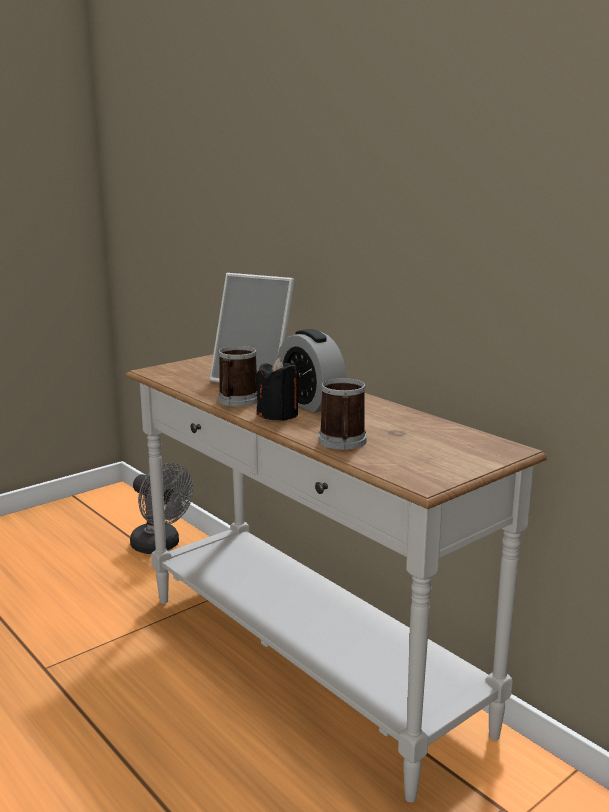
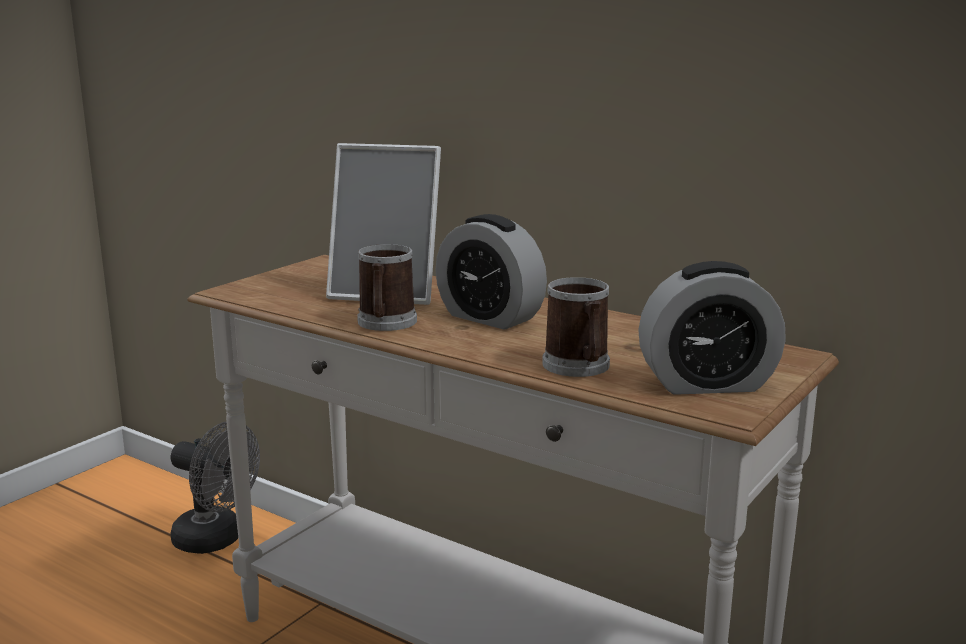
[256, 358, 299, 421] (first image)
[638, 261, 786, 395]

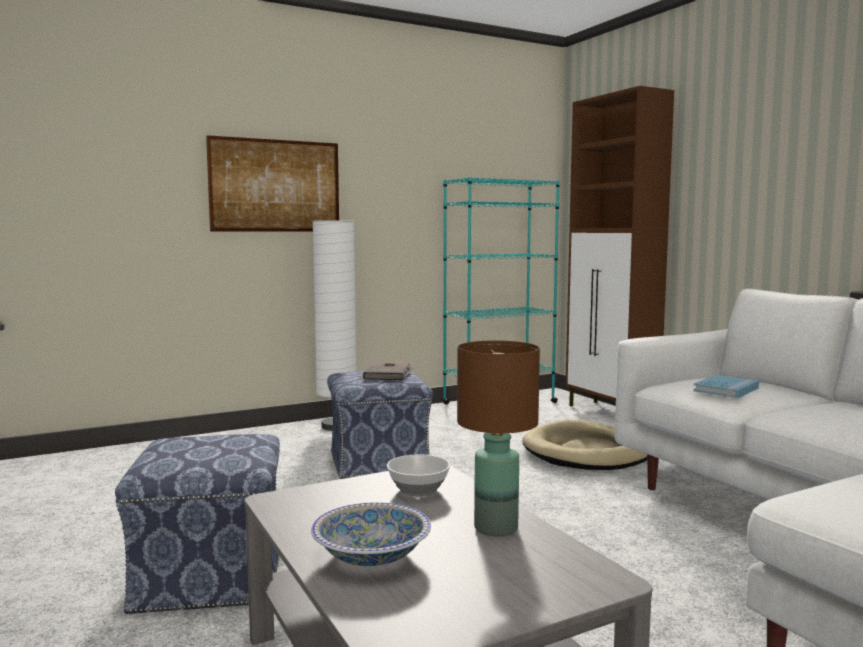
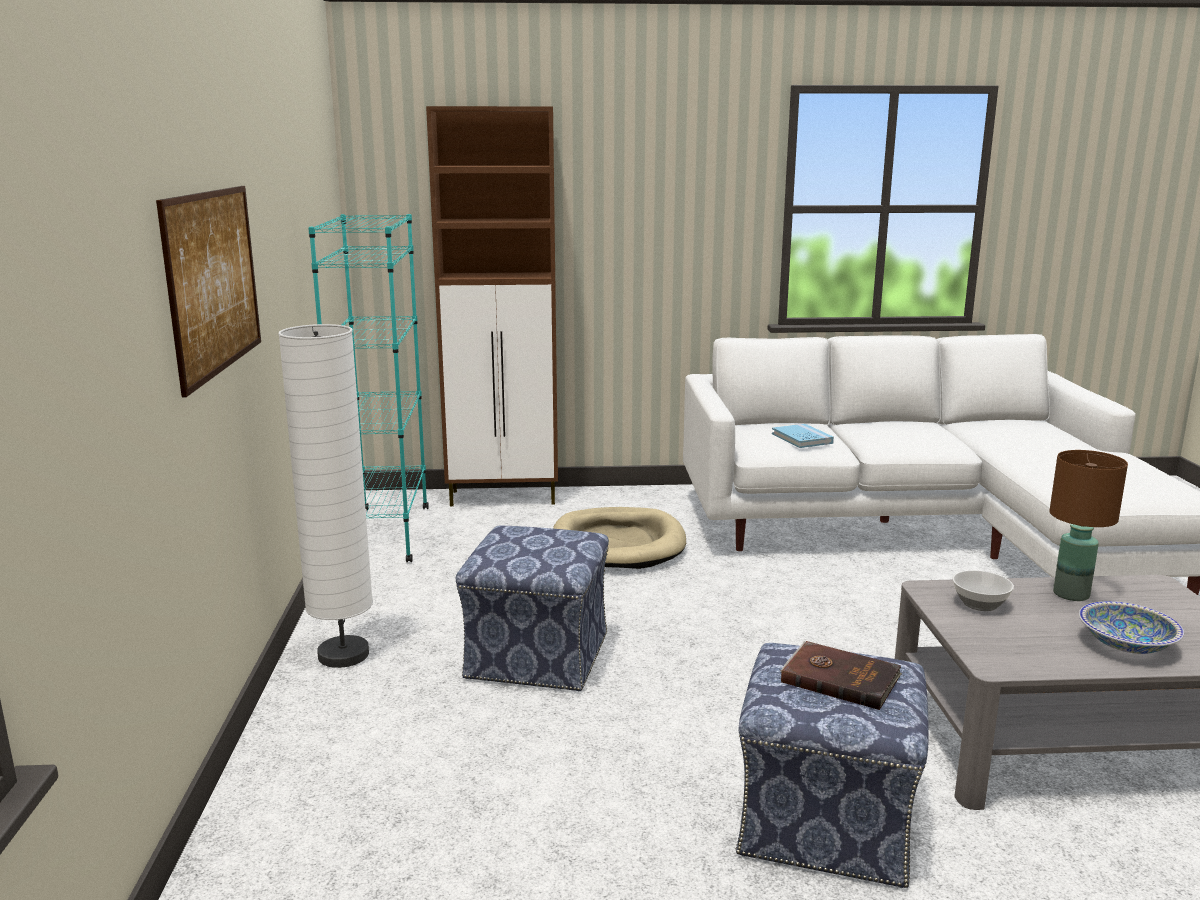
[781, 641, 902, 710]

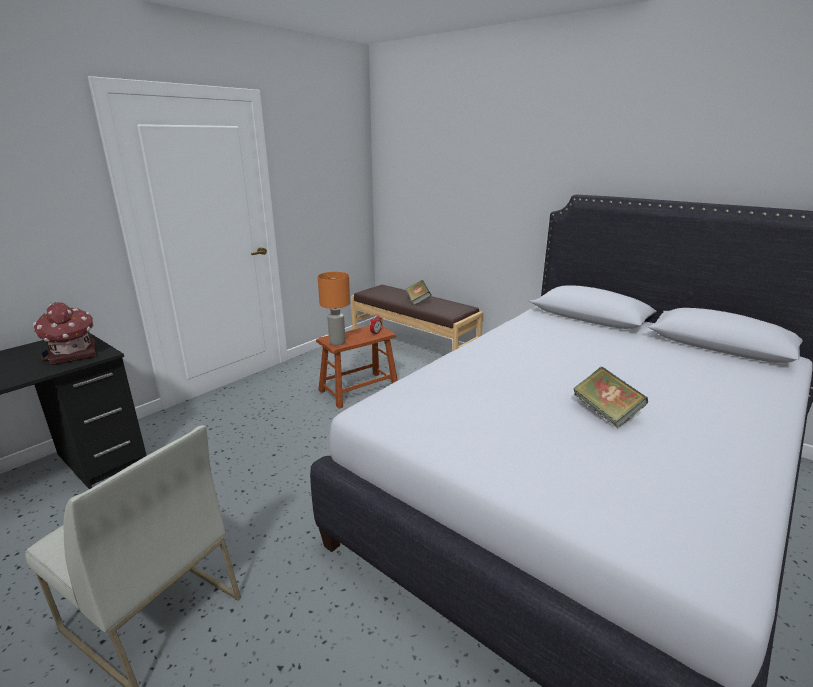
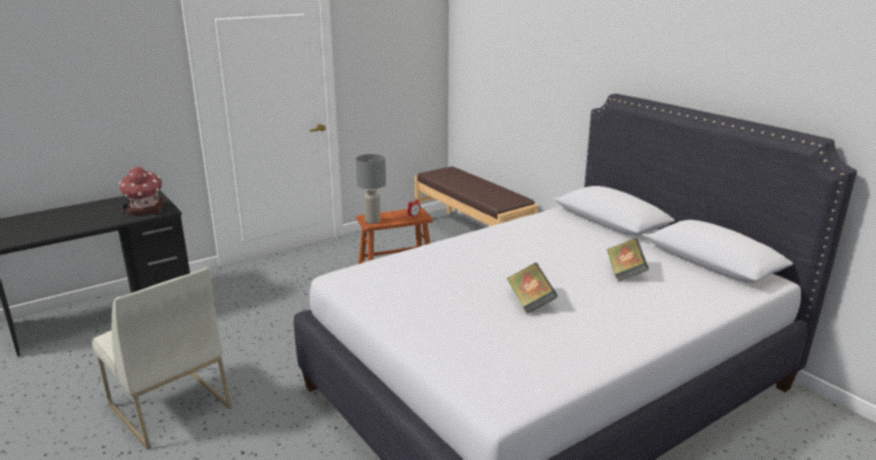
[356, 154, 386, 224]
[607, 238, 649, 282]

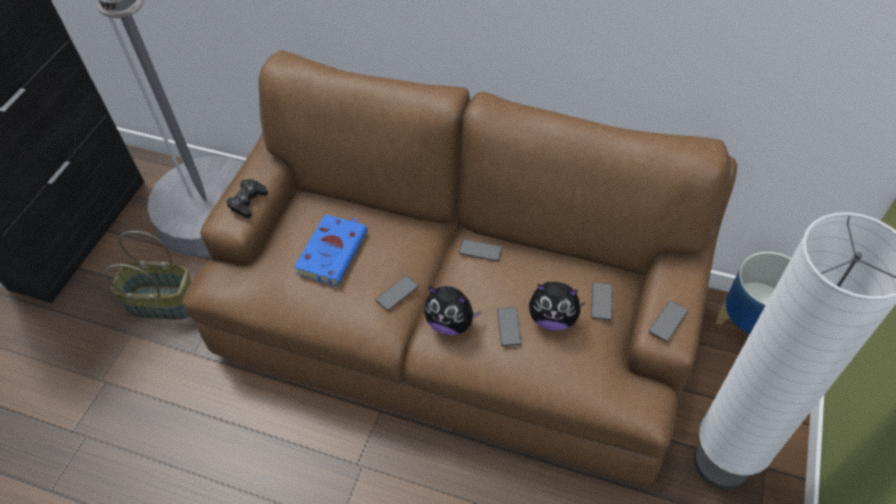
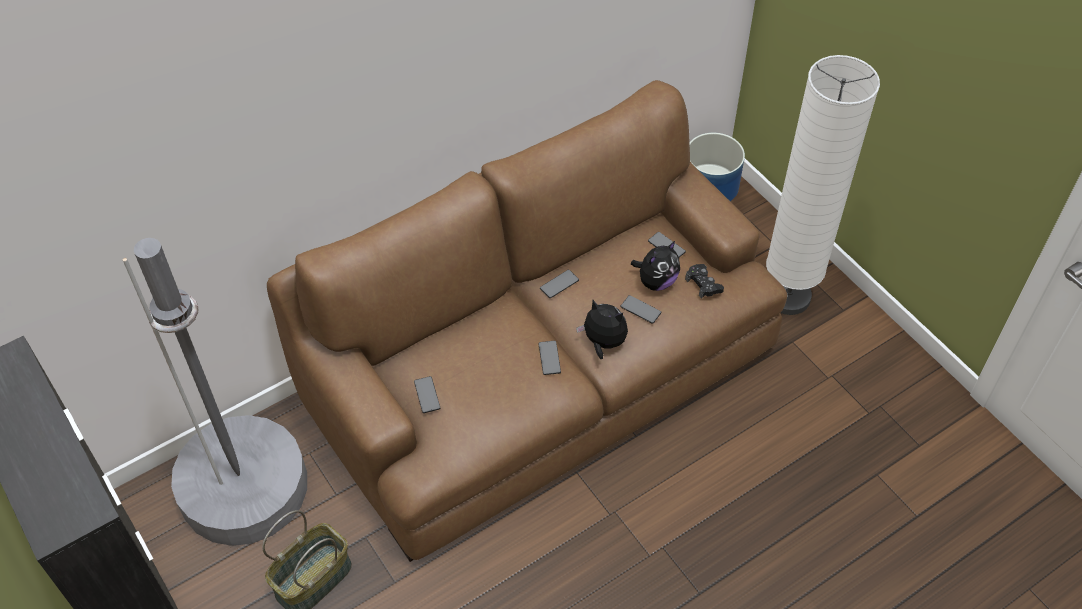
[685, 264, 724, 299]
[294, 214, 368, 286] (first image)
[576, 300, 628, 359]
[414, 376, 440, 413]

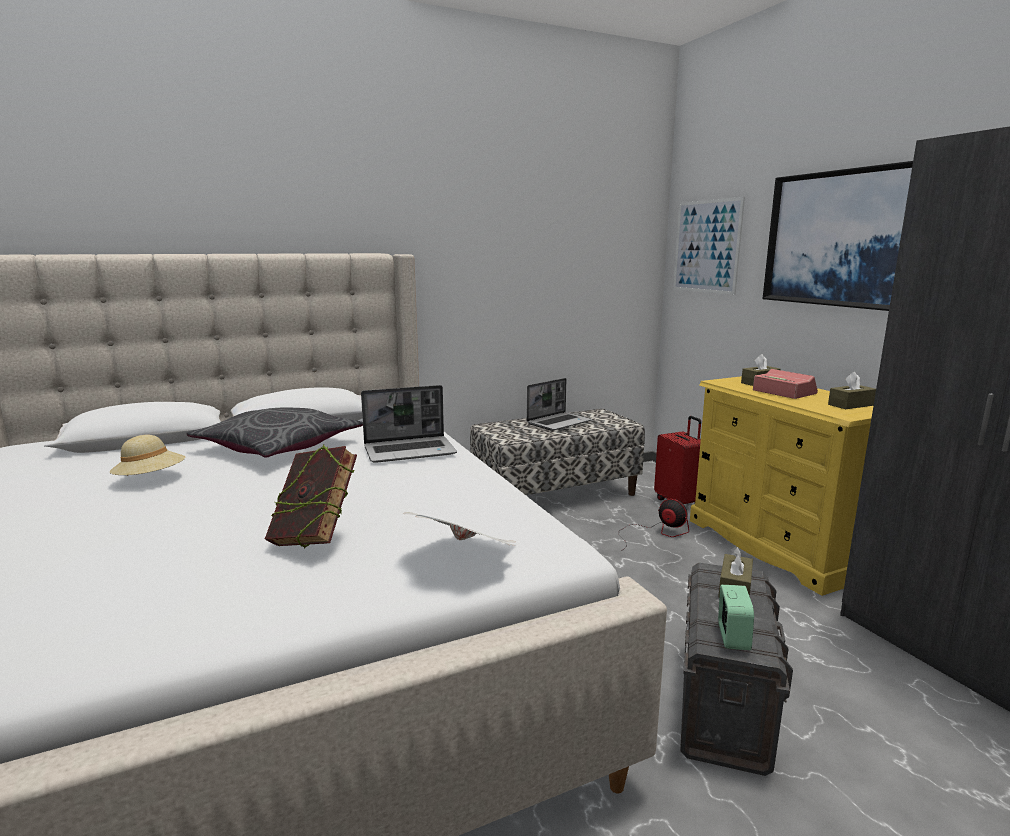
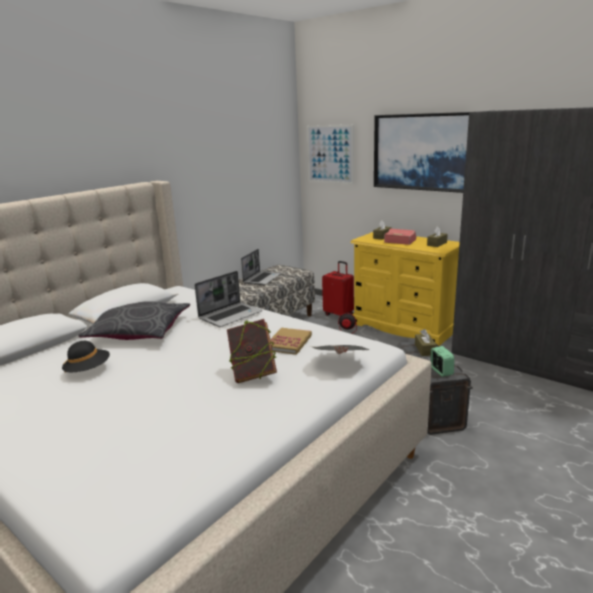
[62, 341, 110, 372]
[270, 328, 312, 355]

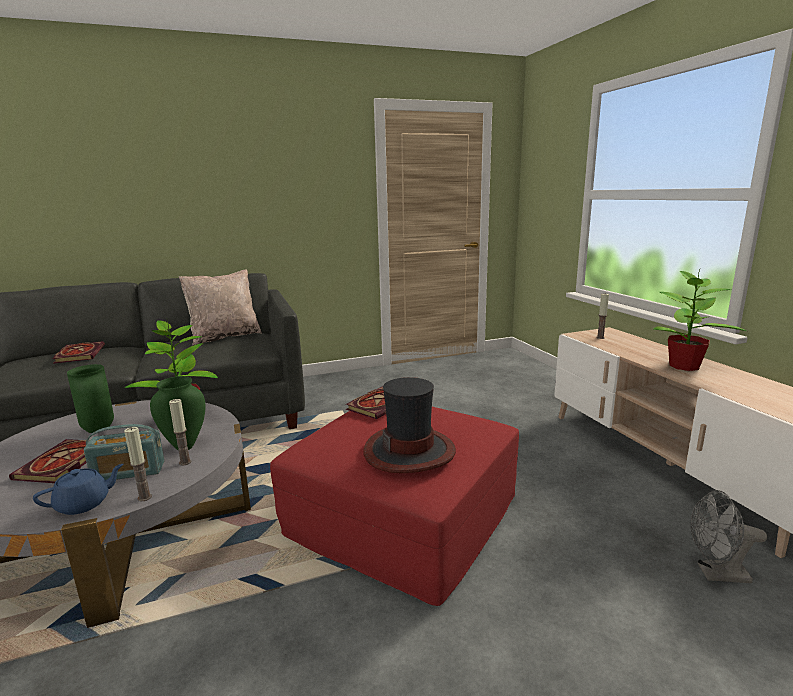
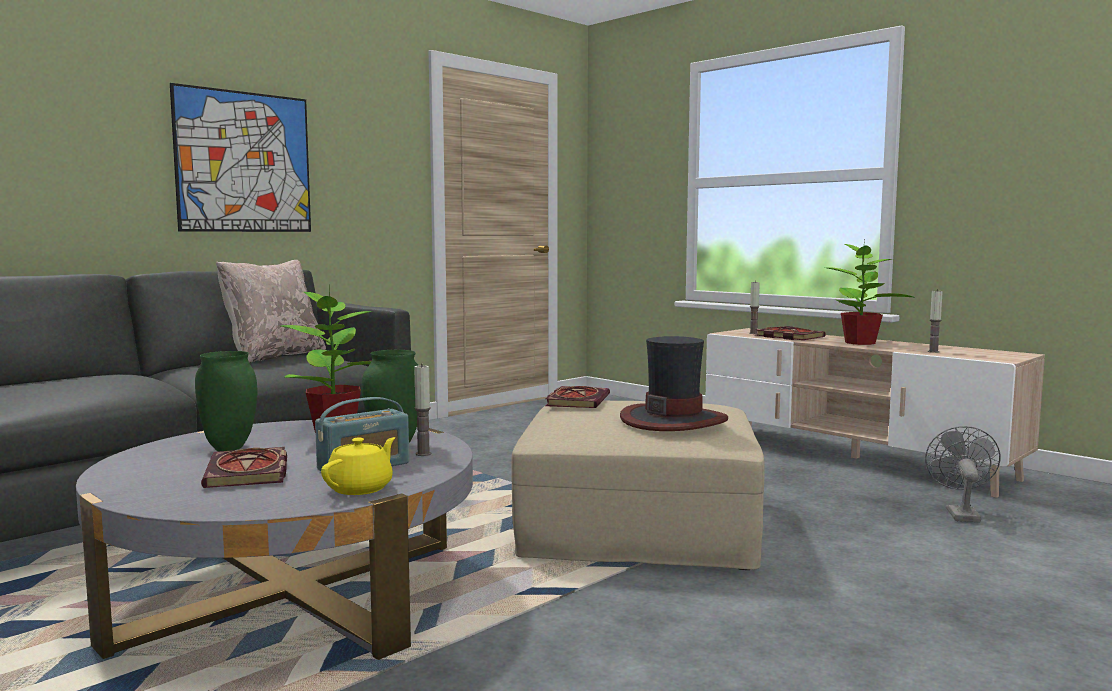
[321, 437, 395, 495]
[756, 326, 826, 340]
[928, 289, 943, 353]
[511, 400, 765, 570]
[925, 426, 1001, 523]
[170, 83, 311, 232]

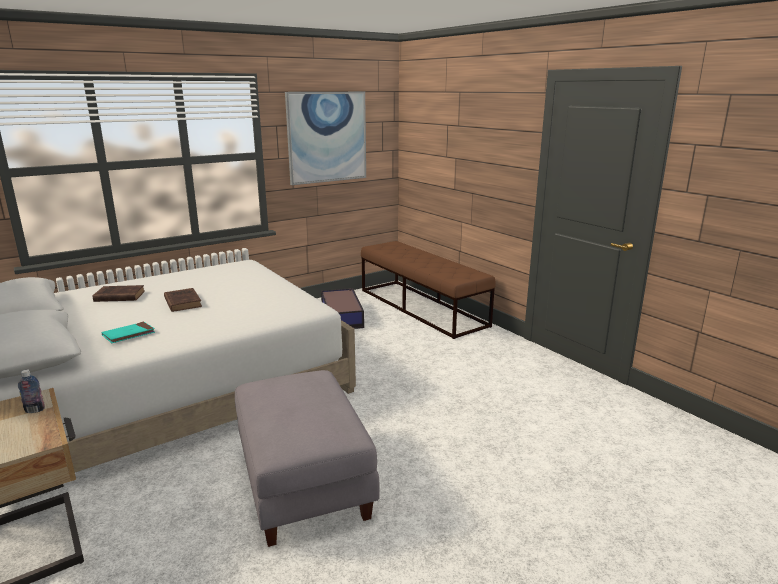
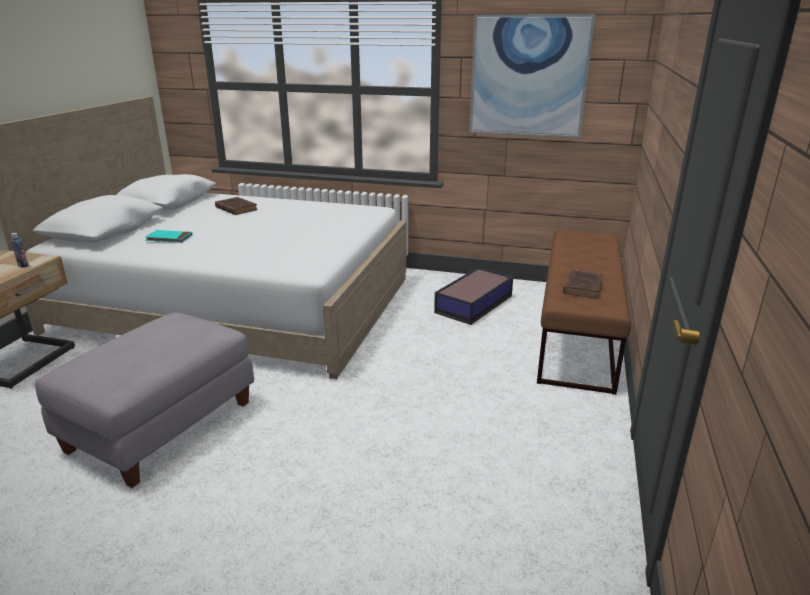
[563, 269, 603, 299]

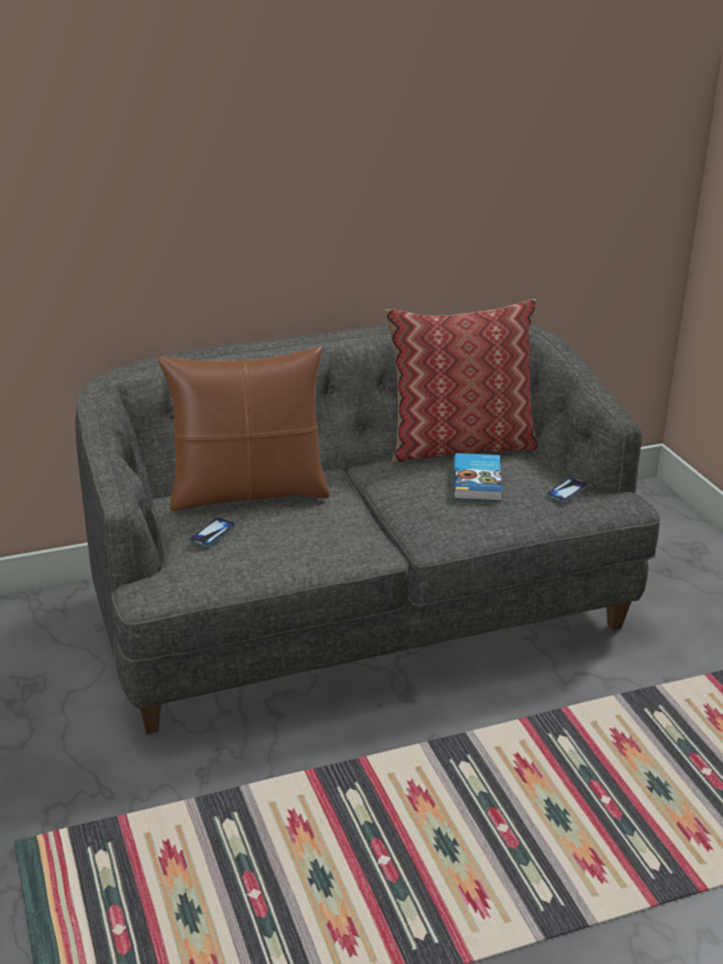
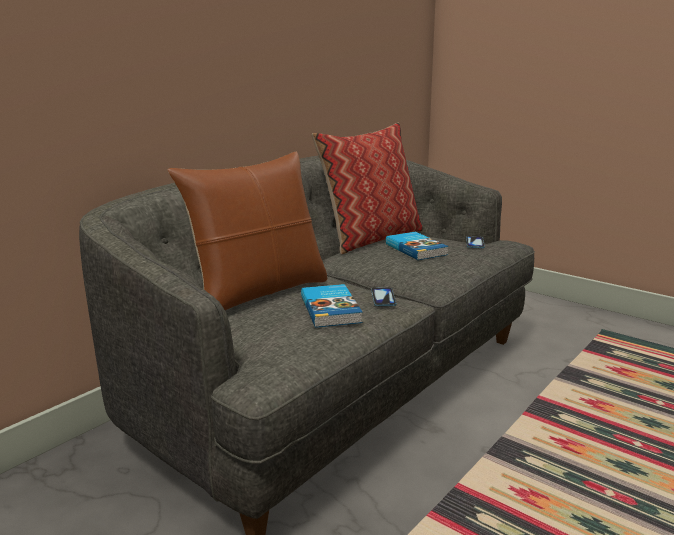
[371, 287, 397, 306]
[301, 284, 362, 328]

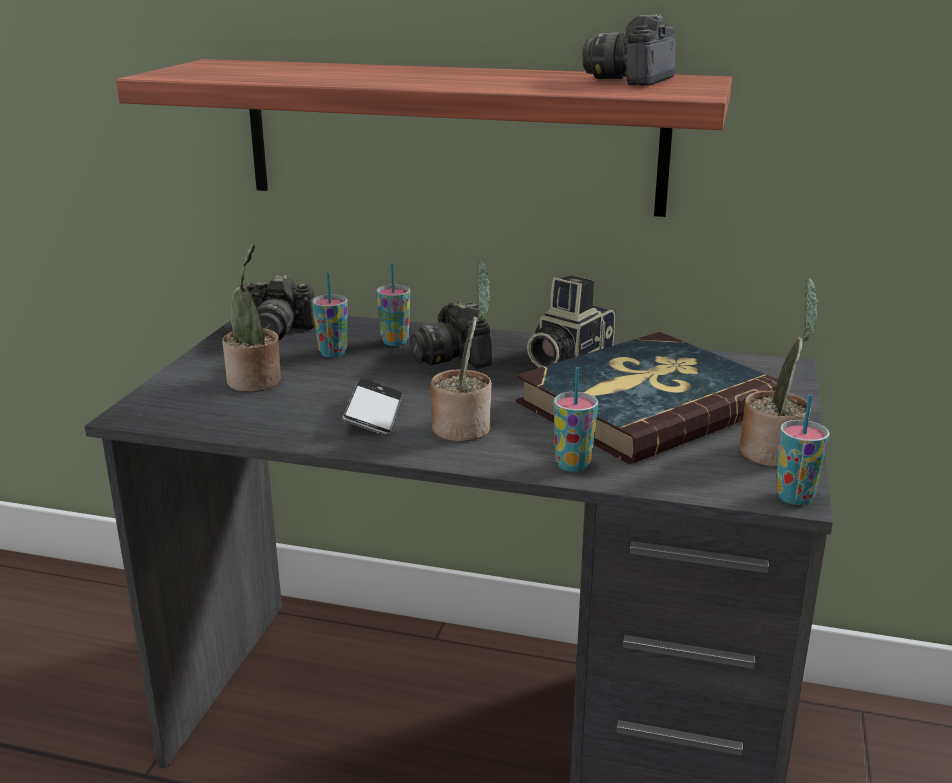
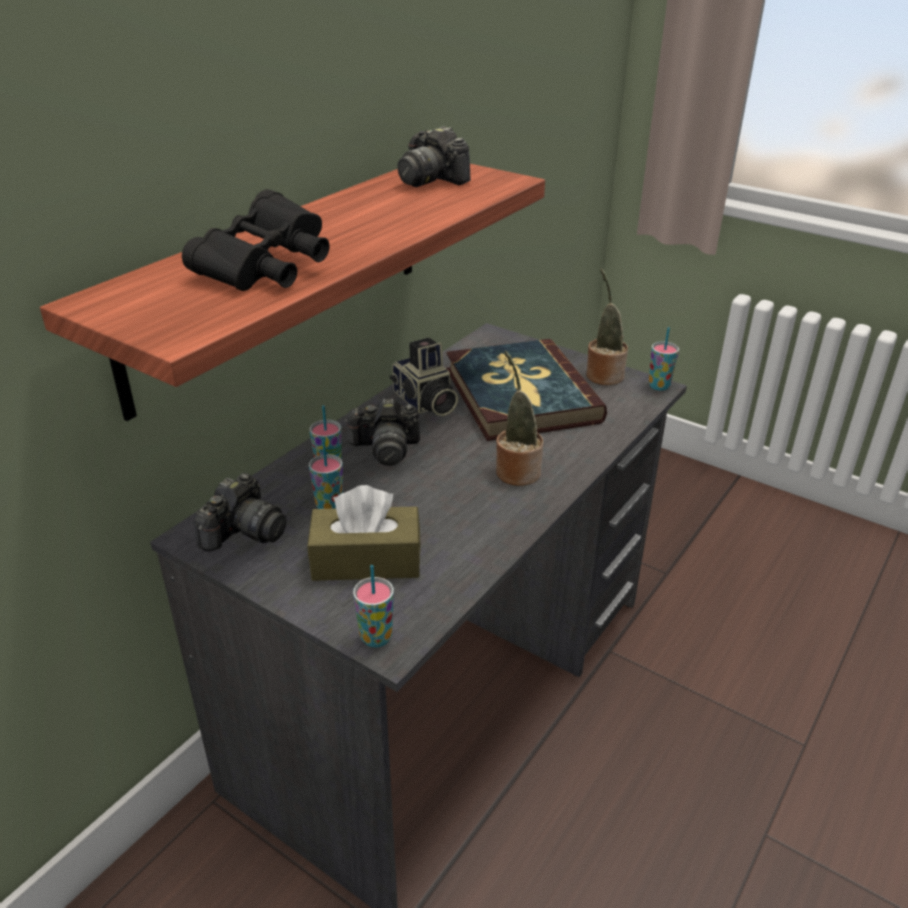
[307, 485, 421, 581]
[342, 378, 403, 436] (first image)
[353, 565, 394, 647]
[182, 189, 330, 291]

